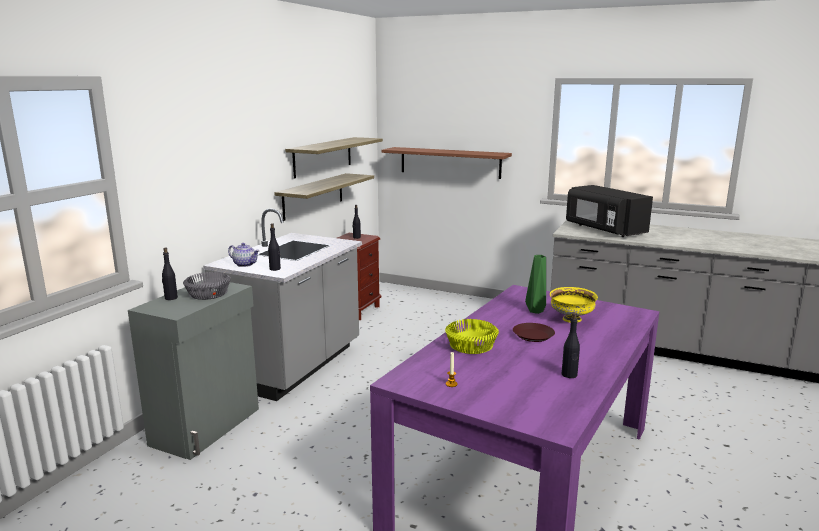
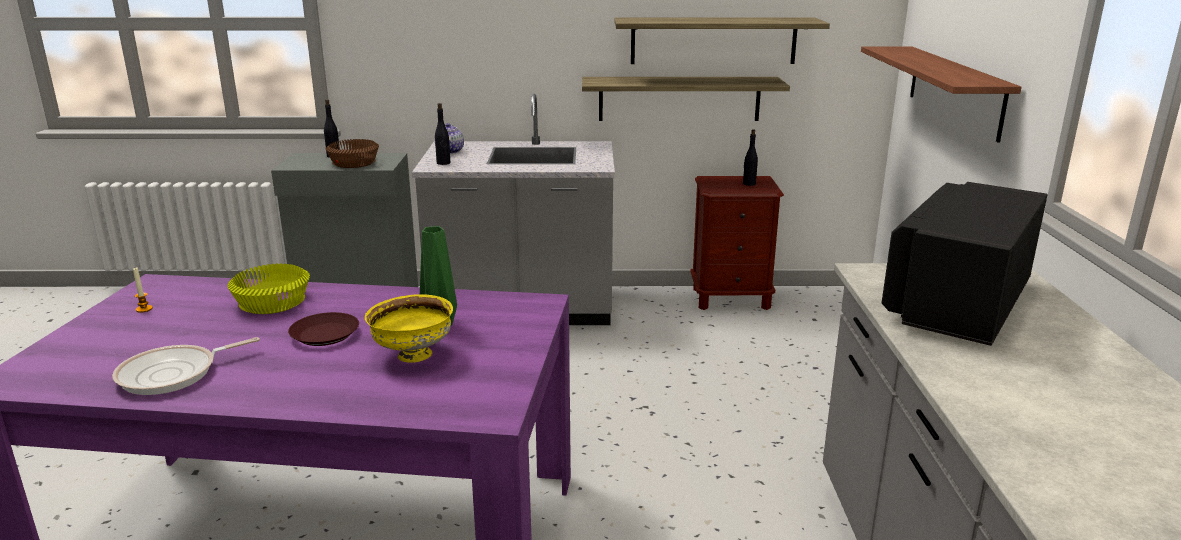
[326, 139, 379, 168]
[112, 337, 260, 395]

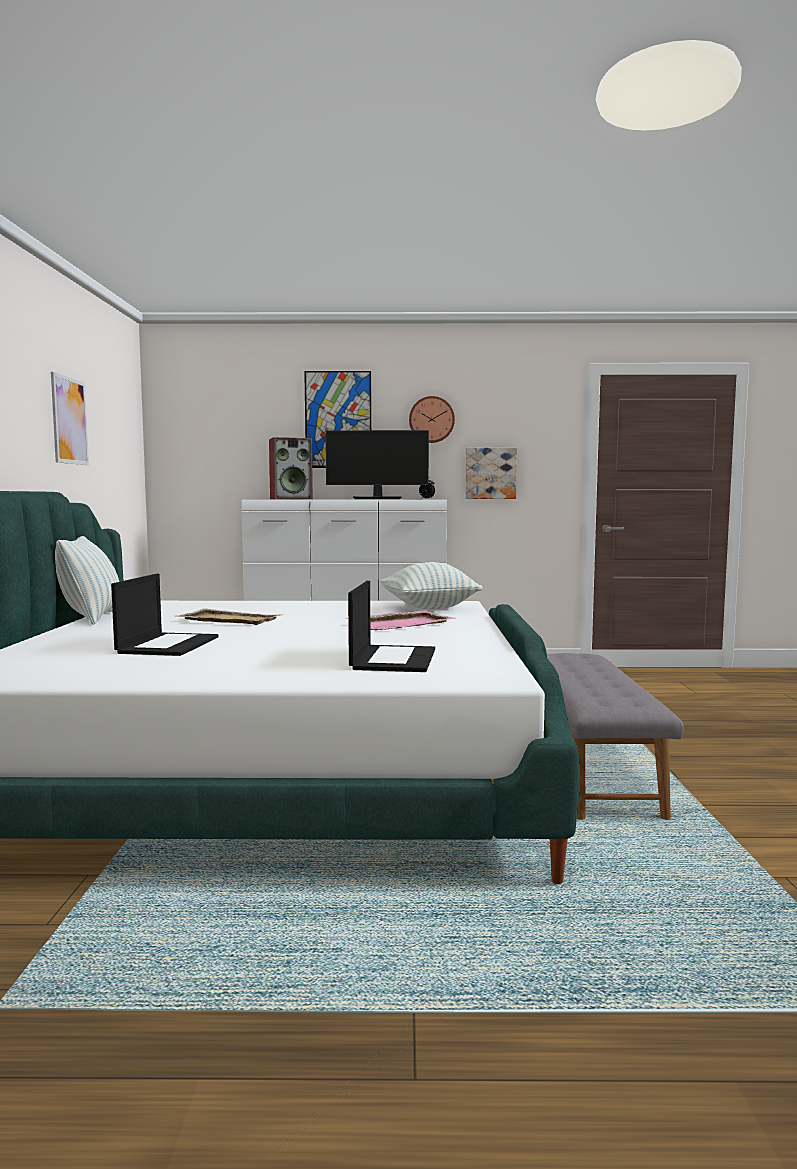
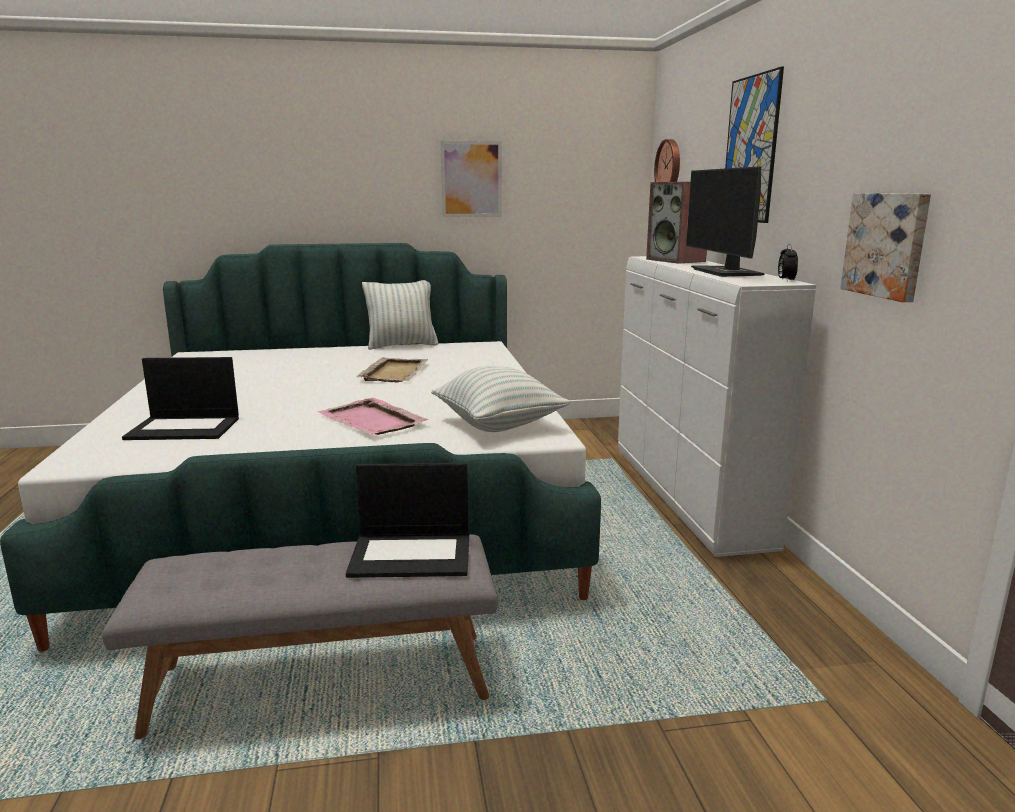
[346, 463, 469, 578]
[654, 139, 680, 182]

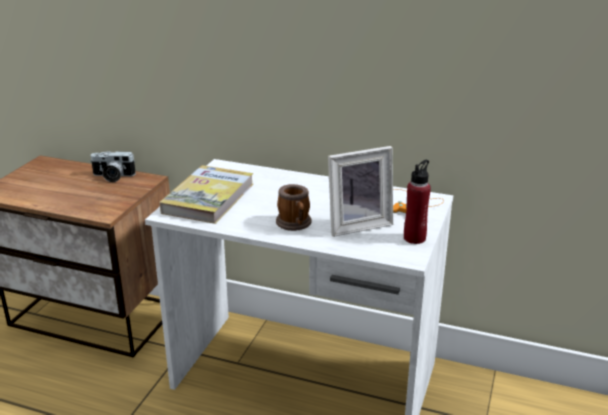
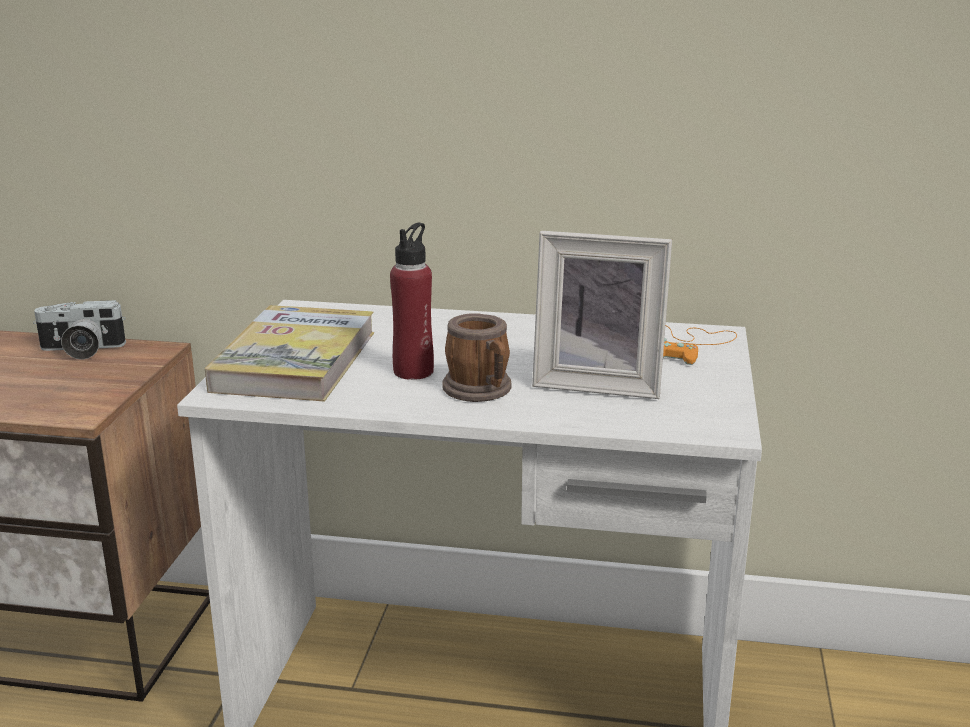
[532, 231, 672, 399]
[390, 222, 434, 380]

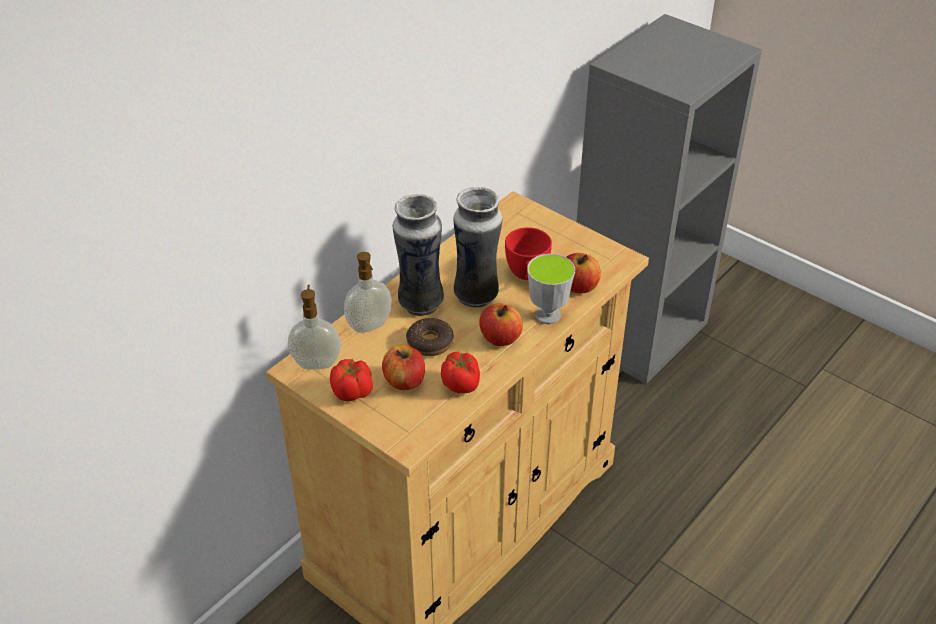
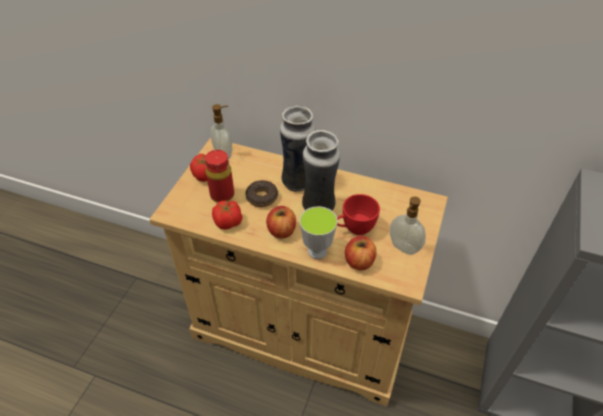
[390, 197, 426, 255]
[205, 150, 234, 203]

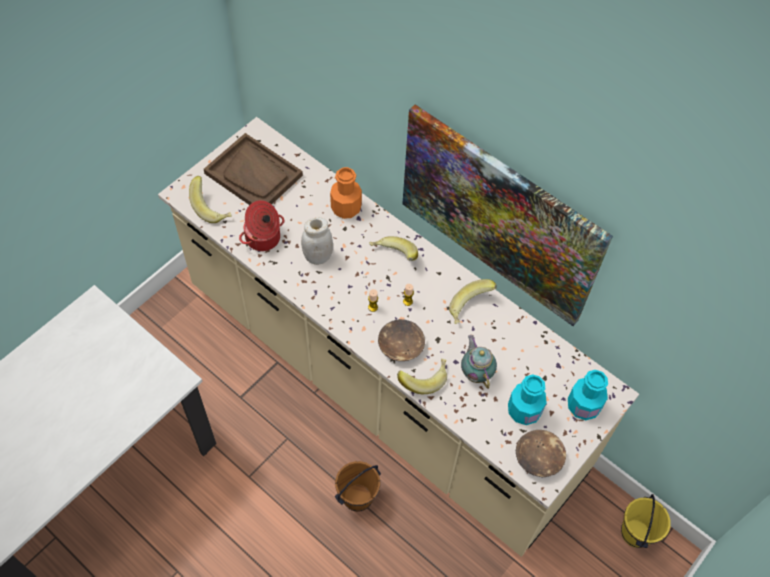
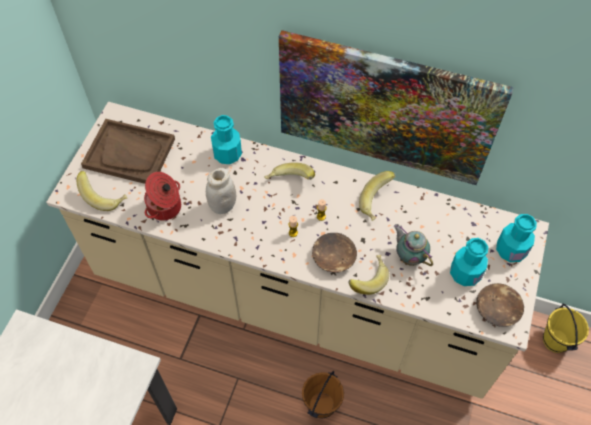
[211, 115, 242, 164]

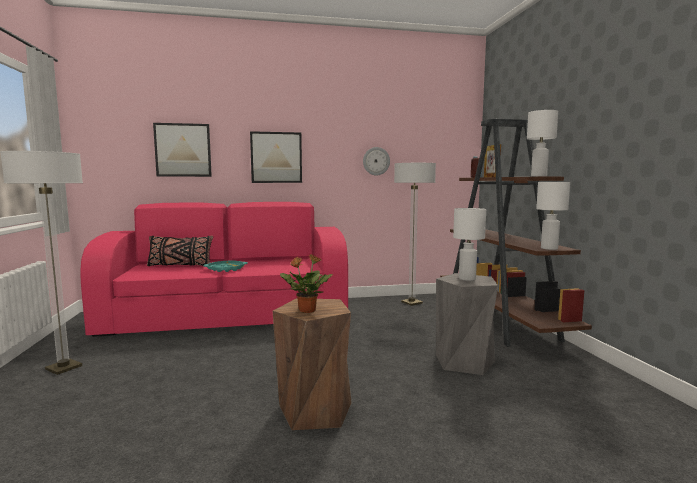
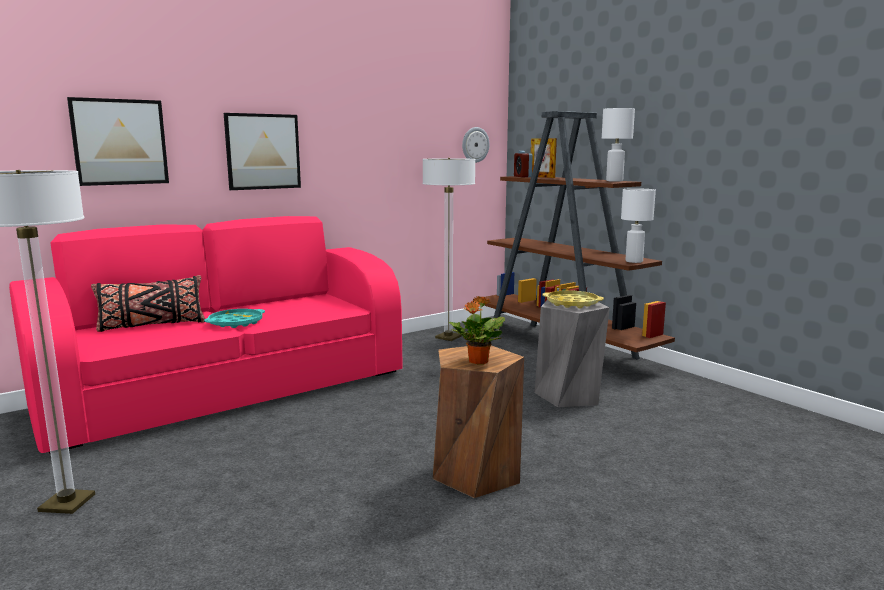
[462, 127, 490, 163]
[542, 290, 604, 308]

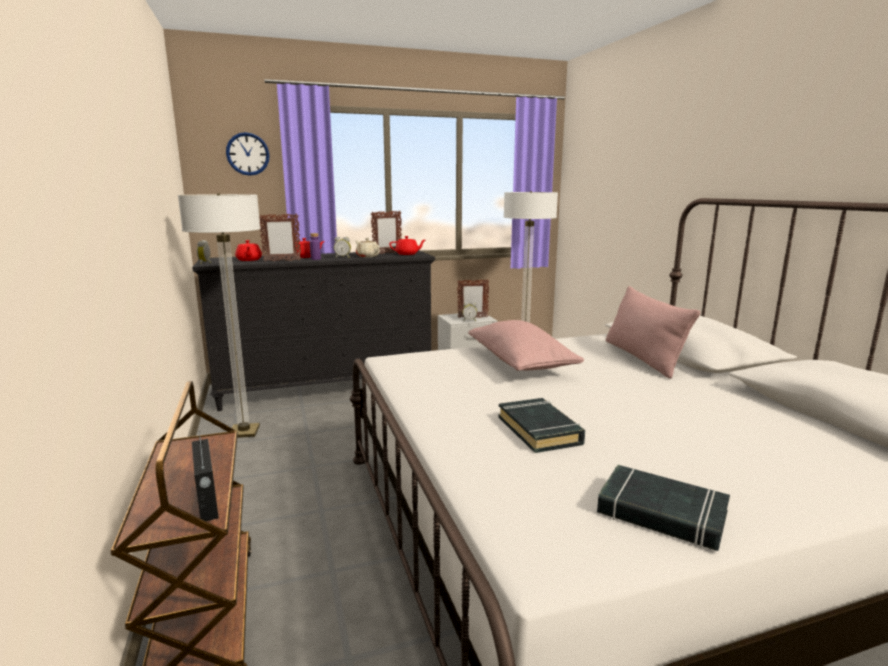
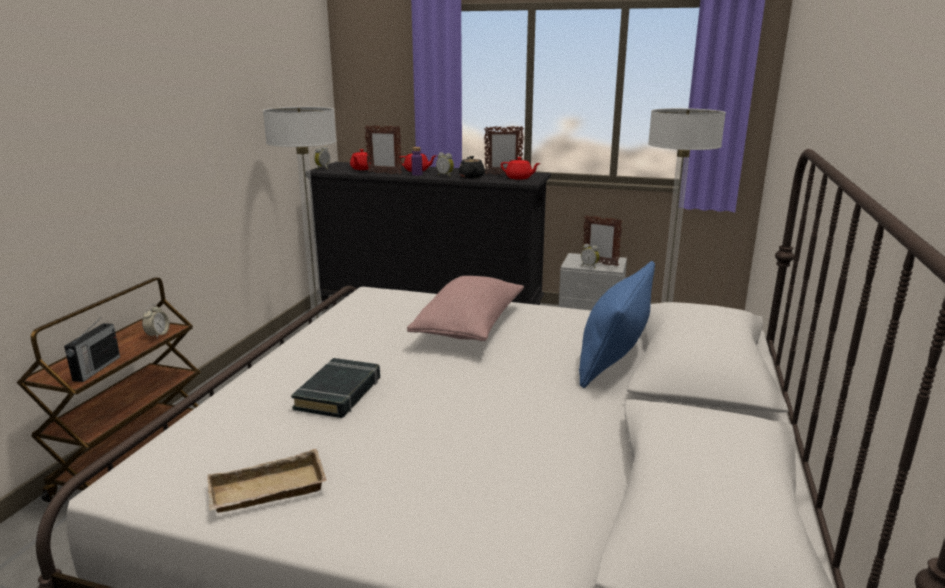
[226, 132, 270, 176] (first image)
[459, 156, 485, 178]
[207, 449, 326, 513]
[579, 261, 655, 388]
[142, 304, 169, 338]

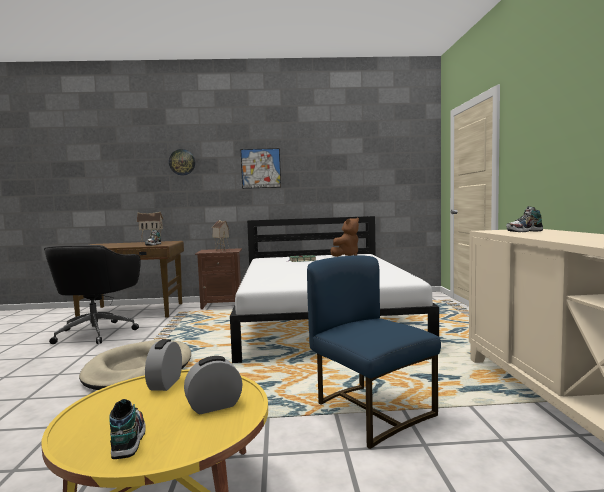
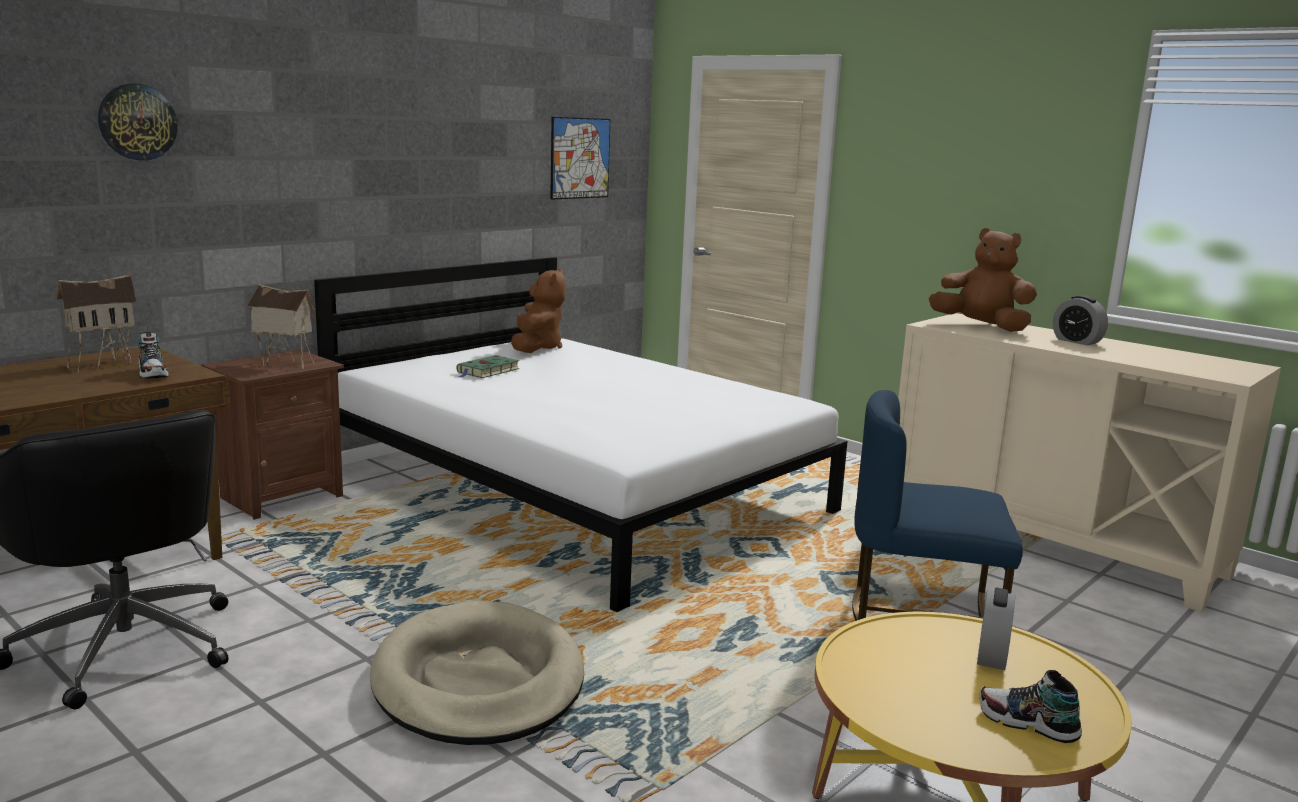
[1053, 296, 1108, 345]
[550, 117, 610, 199]
[929, 228, 1037, 332]

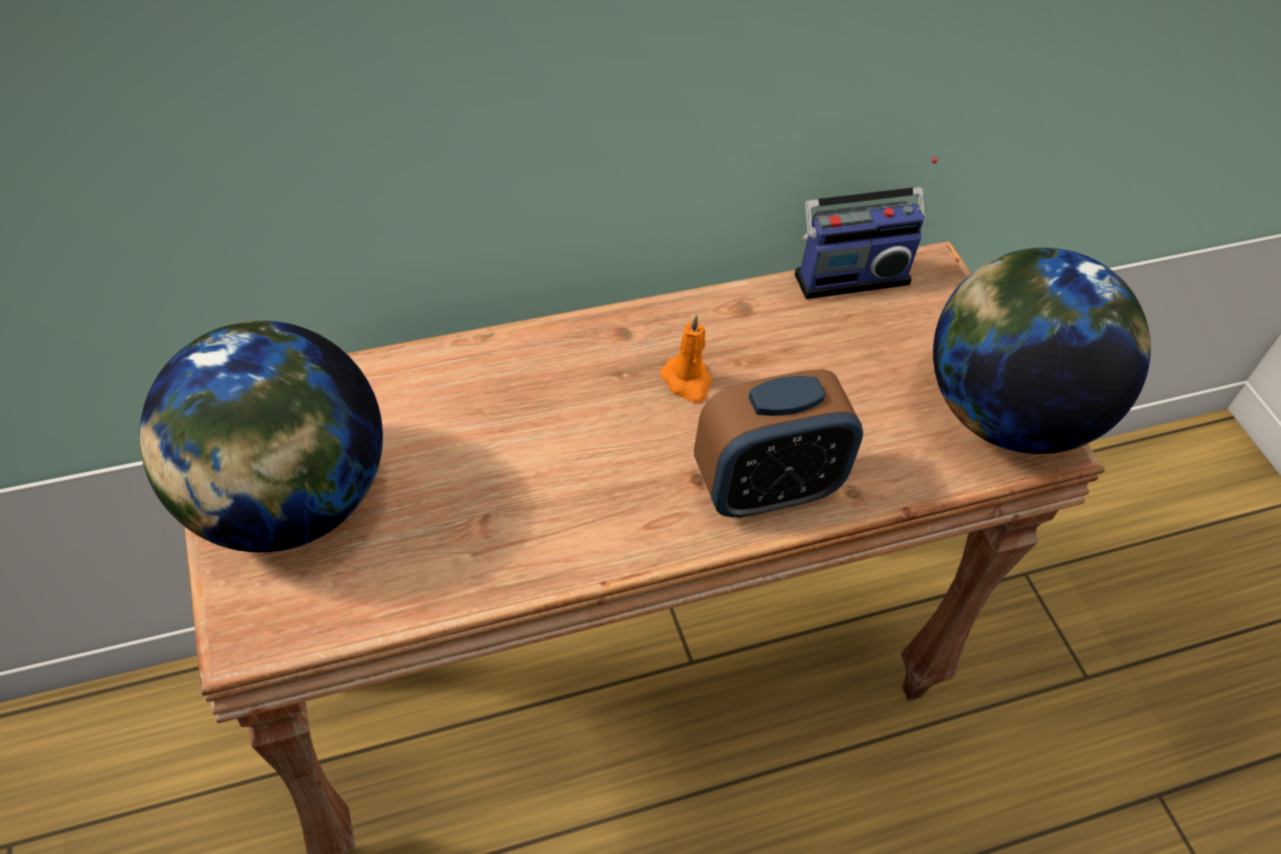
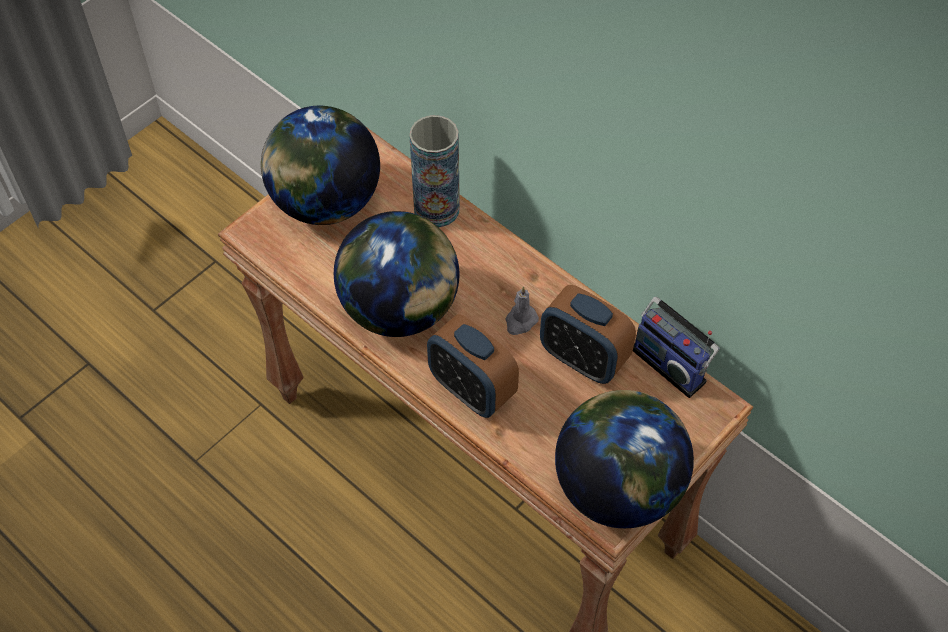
[505, 286, 539, 335]
[334, 211, 459, 337]
[410, 115, 460, 228]
[540, 285, 636, 384]

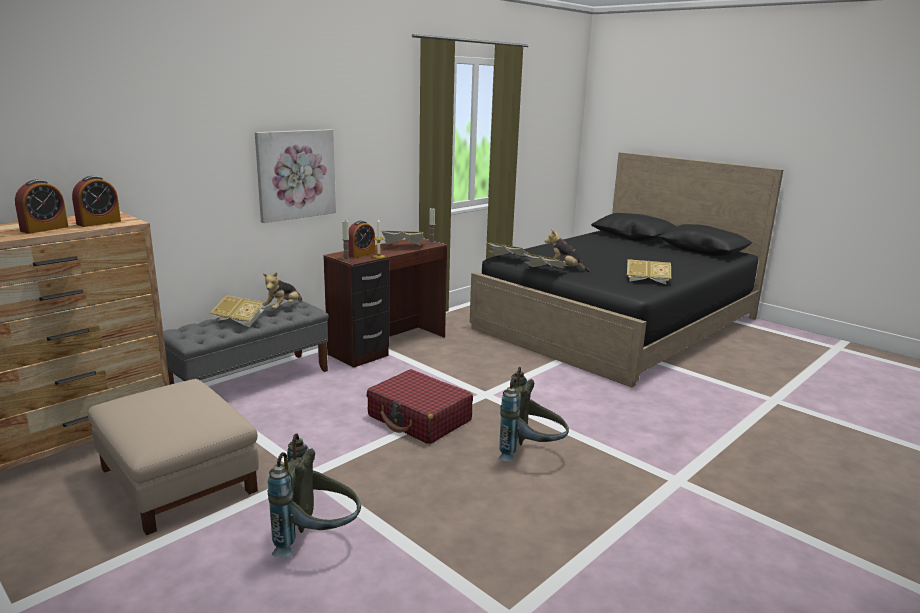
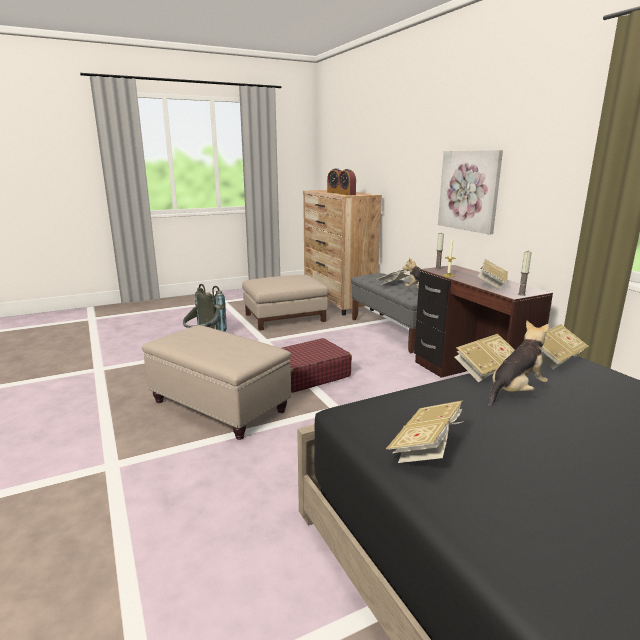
[348, 221, 375, 258] (first image)
[142, 325, 291, 440]

